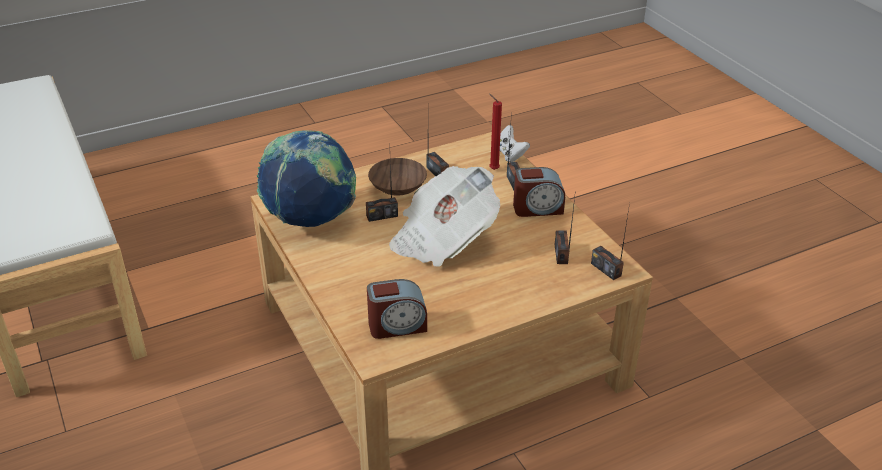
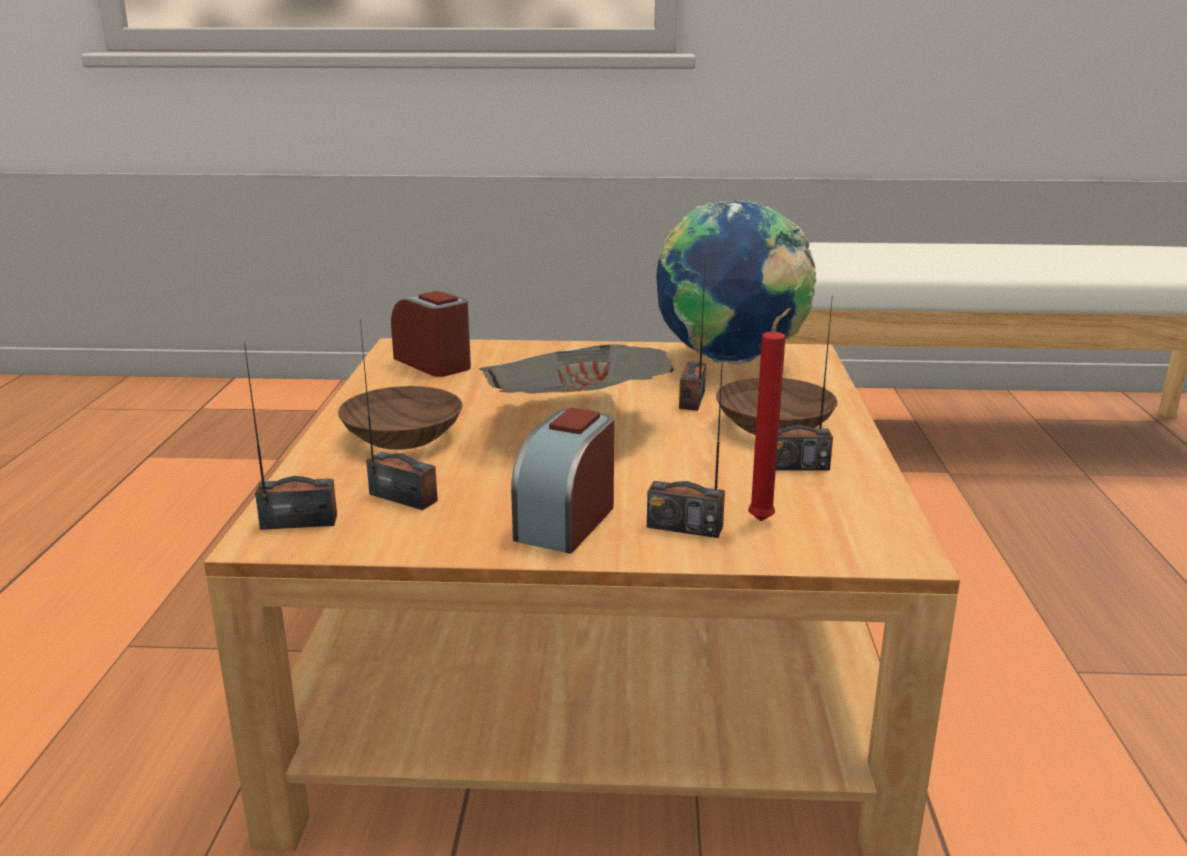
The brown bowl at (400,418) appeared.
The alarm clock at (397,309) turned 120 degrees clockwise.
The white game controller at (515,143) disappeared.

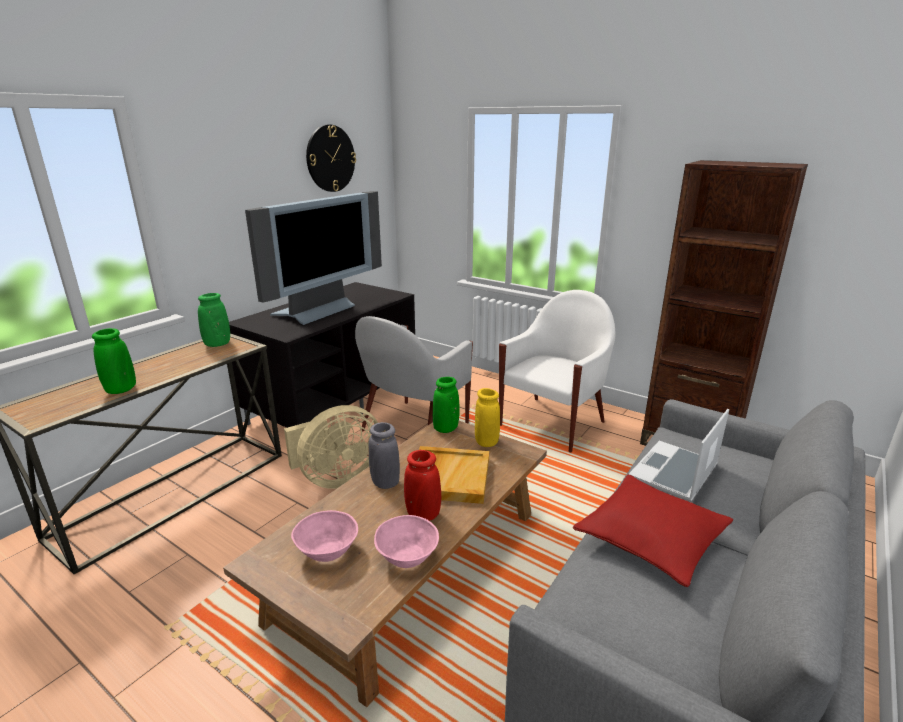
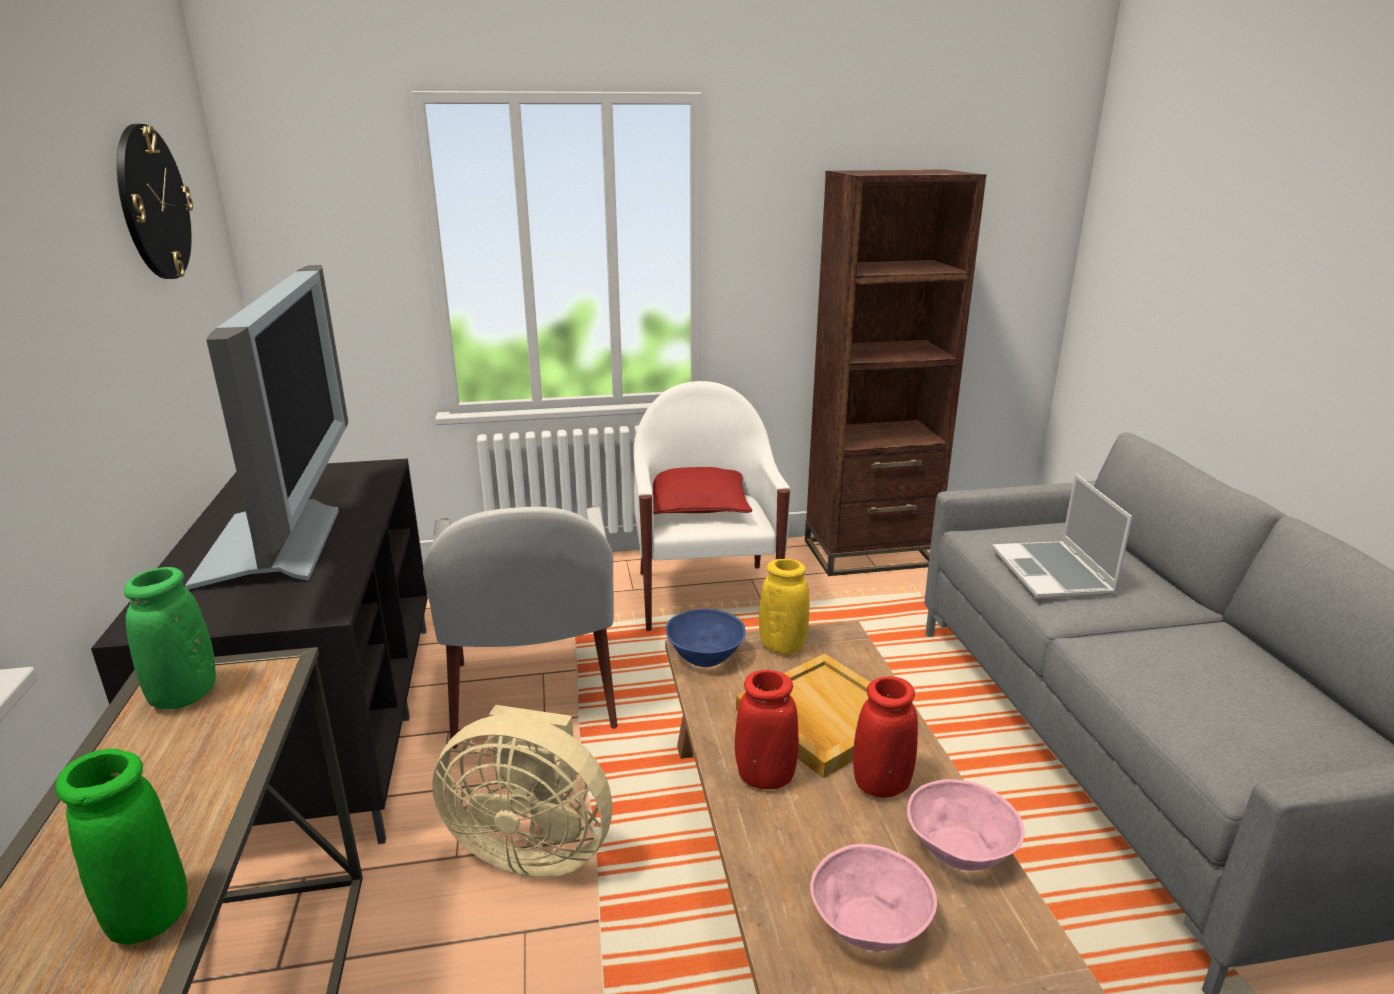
The beige fan at (331,447) turned 90 degrees clockwise.
The red pillow moved from (653,531) to (702,490).
The green vase at (446,405) was replaced by the blue bowl at (706,638).
The grey vase at (384,455) became the red vase at (767,729).

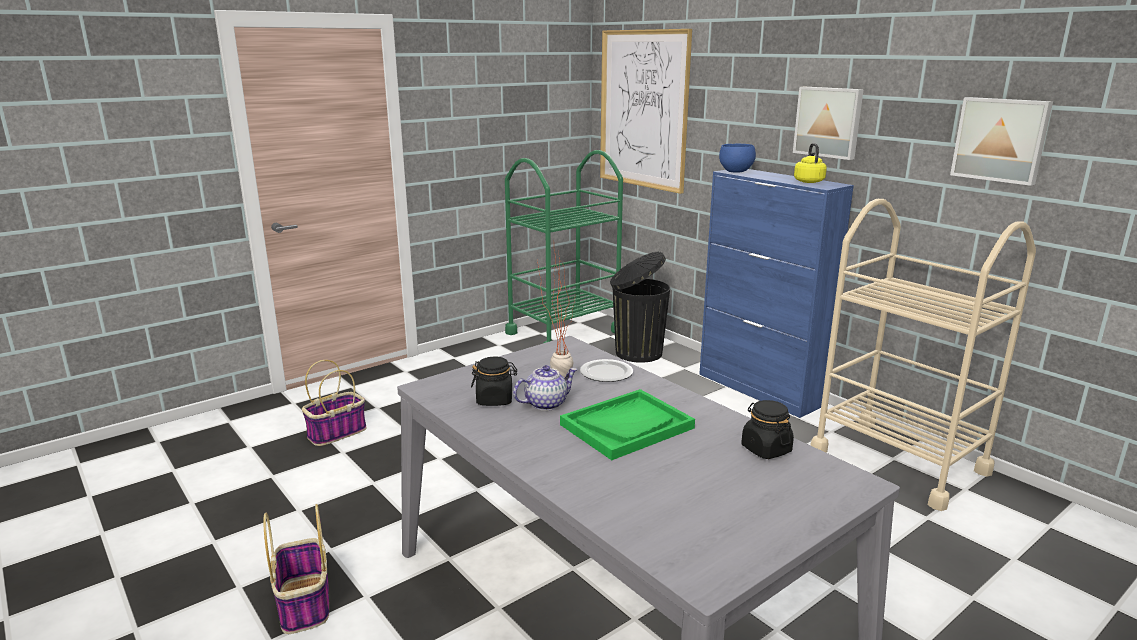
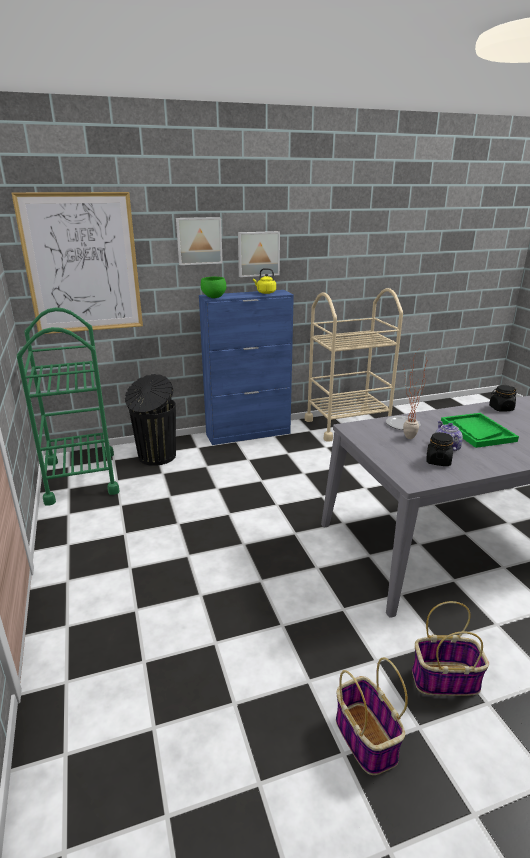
The picture moved from (1001,141) to (199,241).
The blue bowl at (737,158) became the green bowl at (213,287).
The basket moved from (334,403) to (372,716).

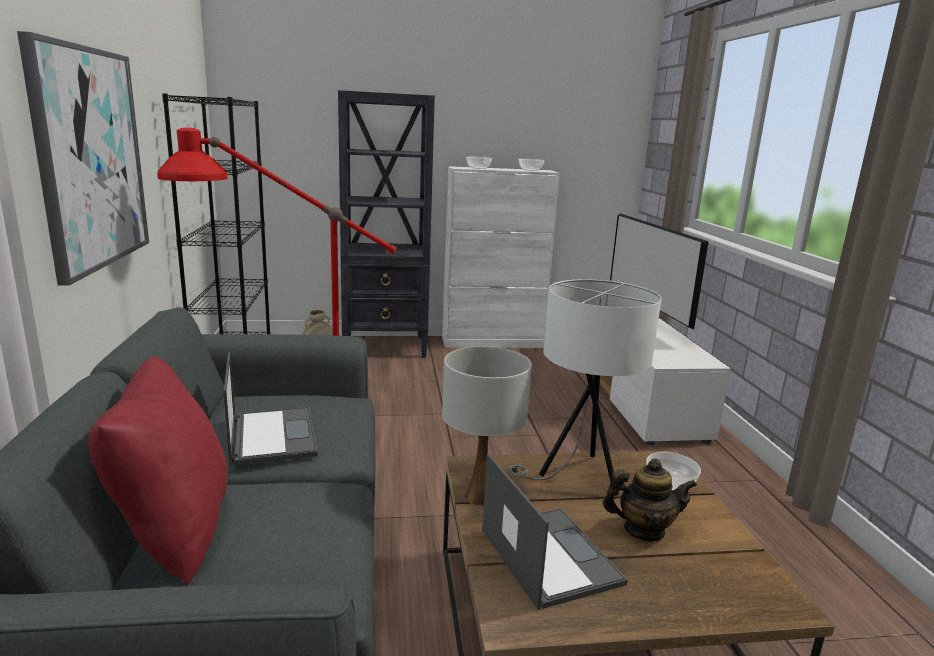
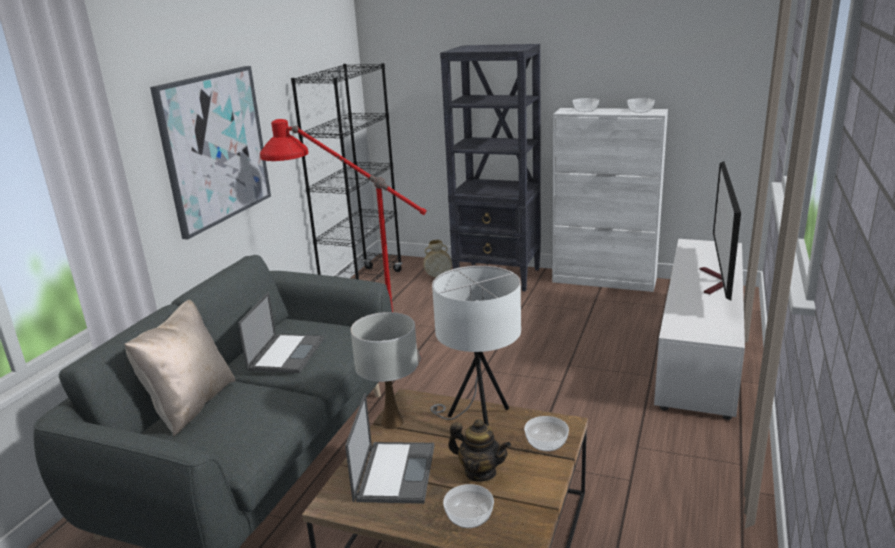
The red pillow at (158,471) became the beige pillow at (180,368).
The bowl at (468,506) appeared.

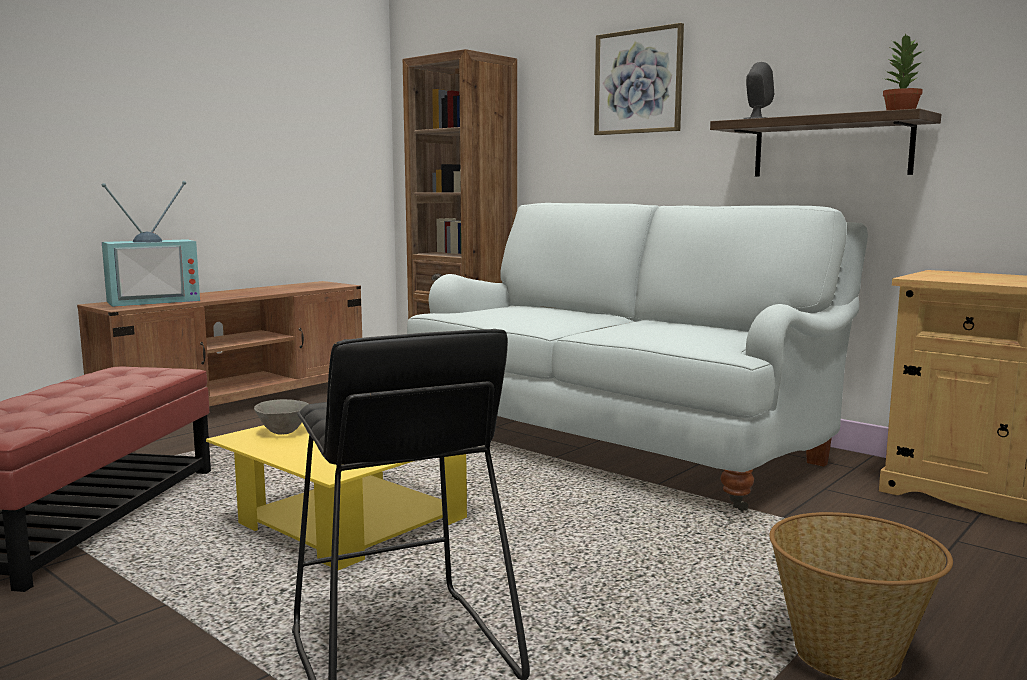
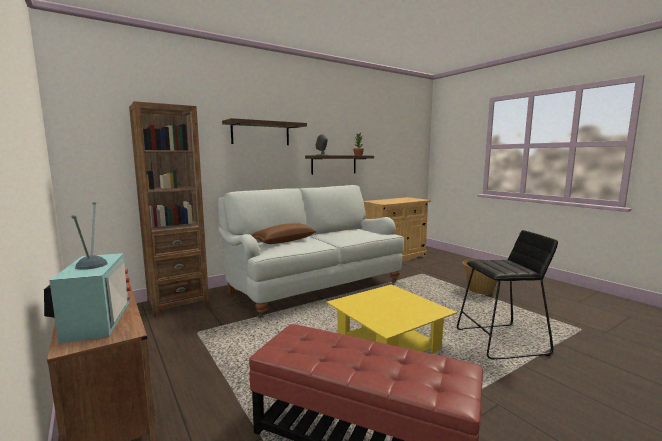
The picture at (639,79) was replaced by the shelf at (264,131).
The brown pillow at (283,233) appeared.
The grey bowl at (281,417) disappeared.

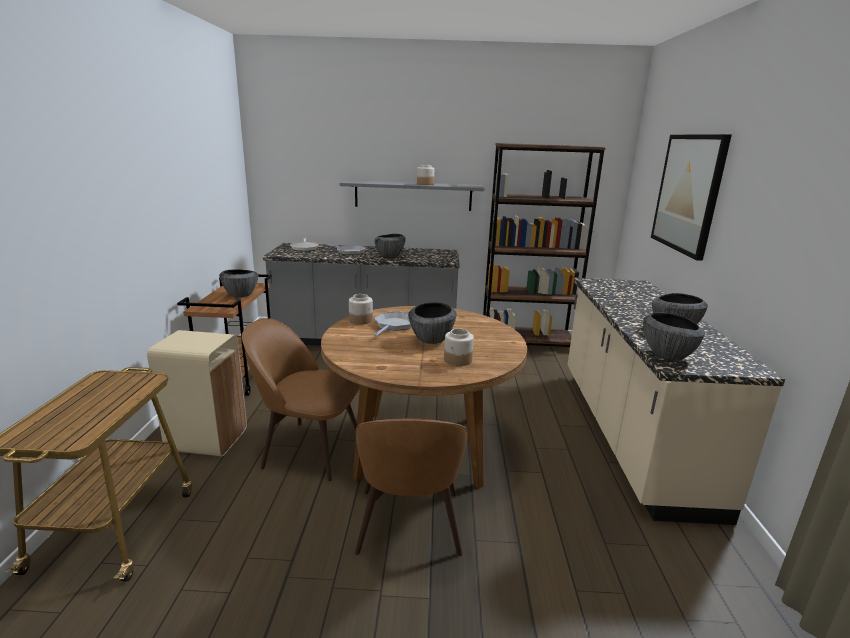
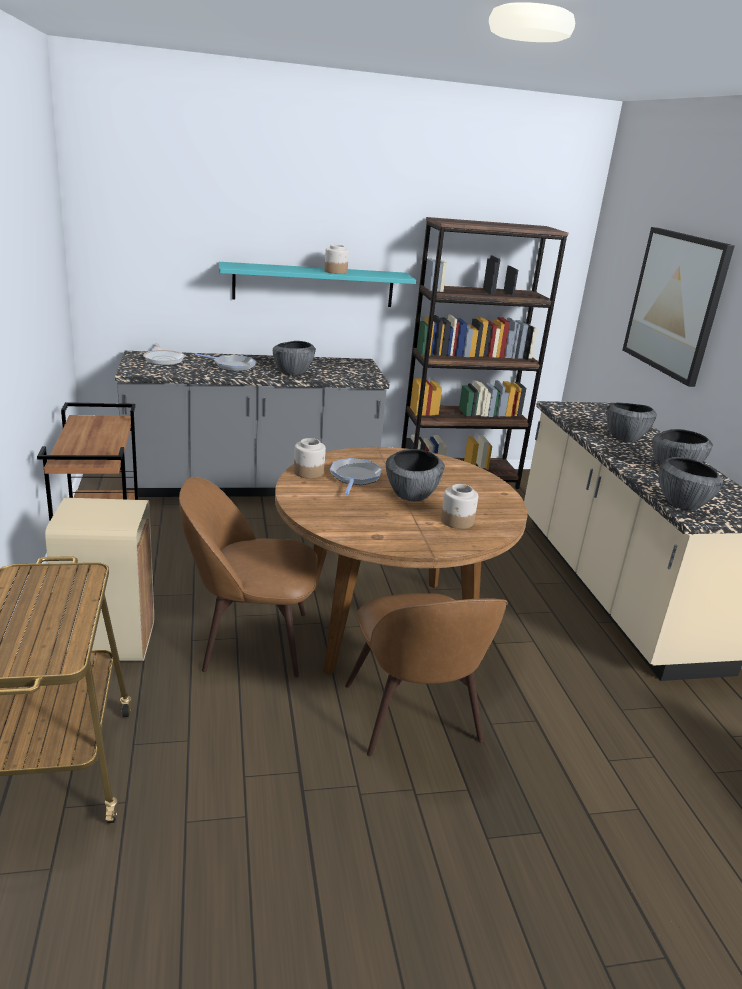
The grey shelf at (412,195) became the turquoise shelf at (317,284).
The bowl moved from (238,283) to (631,422).

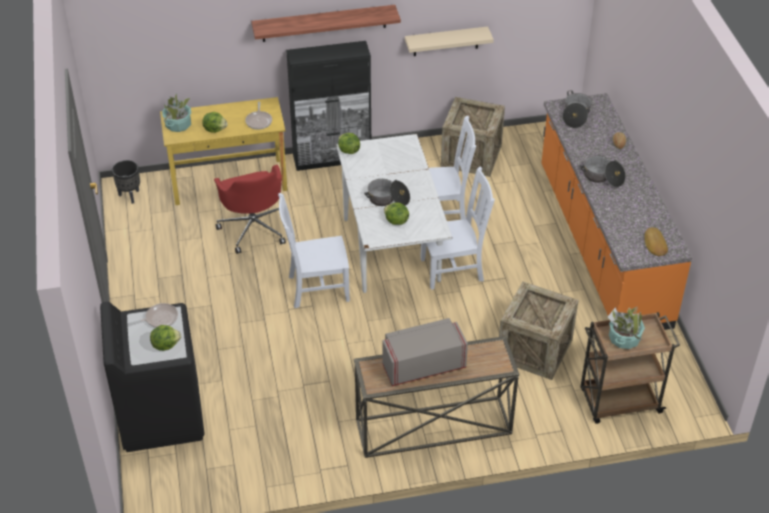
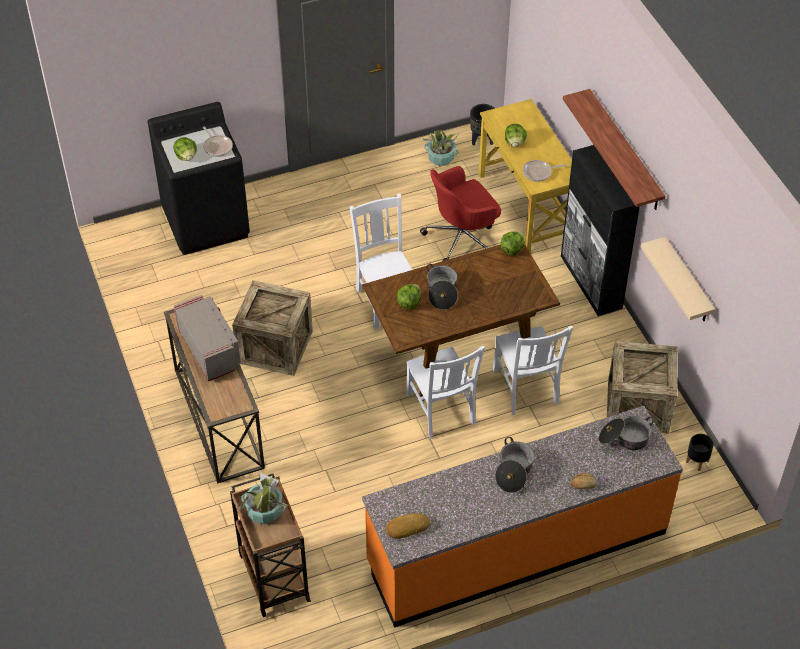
The crate moved from (539,331) to (272,328).
The white dining table at (394,213) became the brown dining table at (461,322).
The potted plant moved from (176,112) to (440,148).
The black planter at (700,452) appeared.

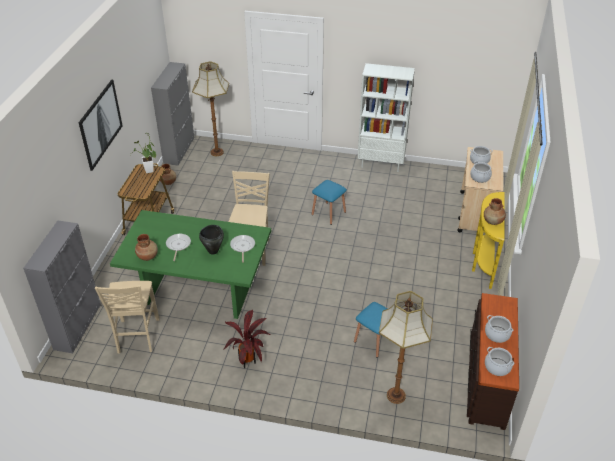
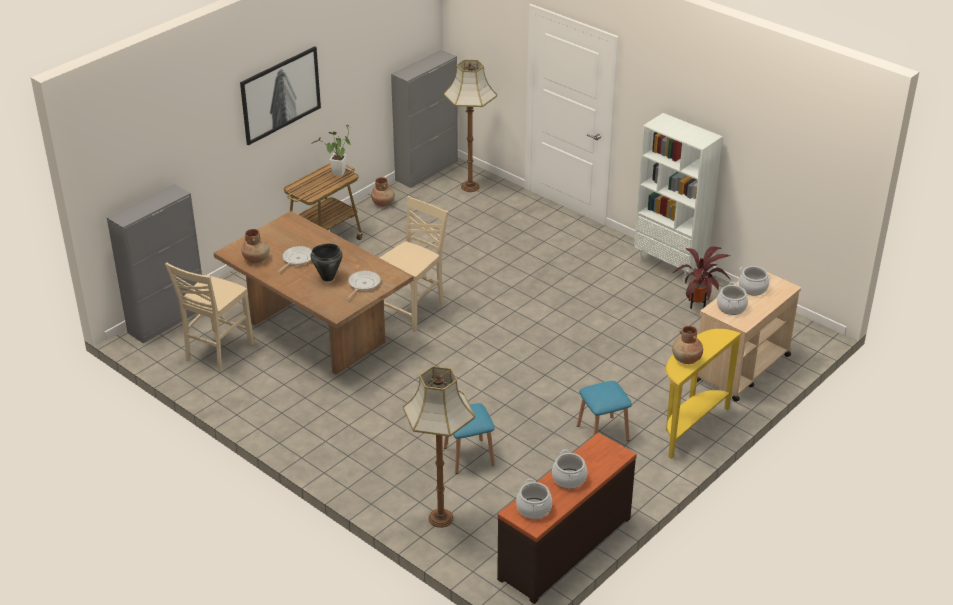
The green dining table at (190,264) became the brown dining table at (314,293).
The blue stool moved from (329,202) to (604,411).
The potted plant moved from (246,339) to (702,278).

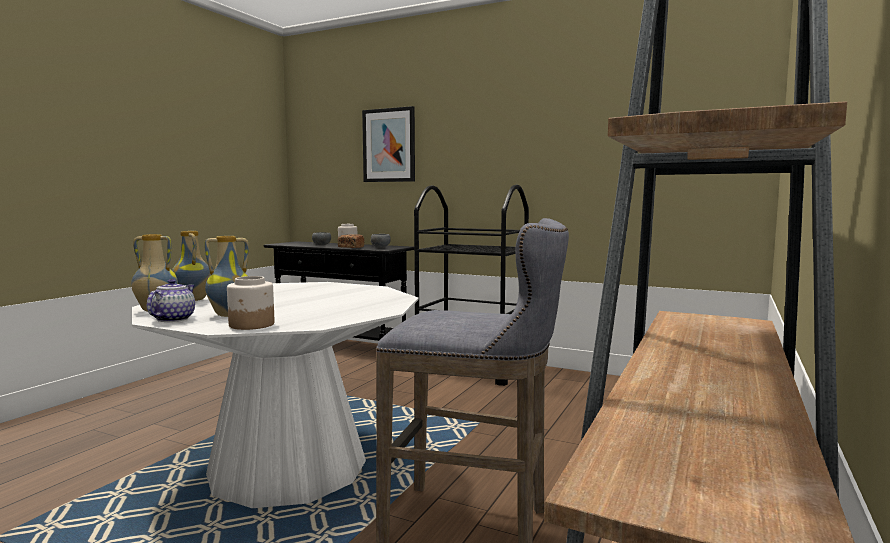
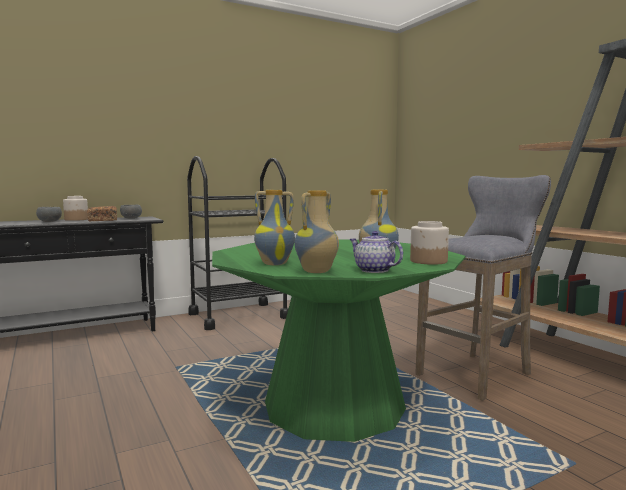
The white dining table at (275,395) became the green dining table at (339,341).
The picture at (388,144) disappeared.

